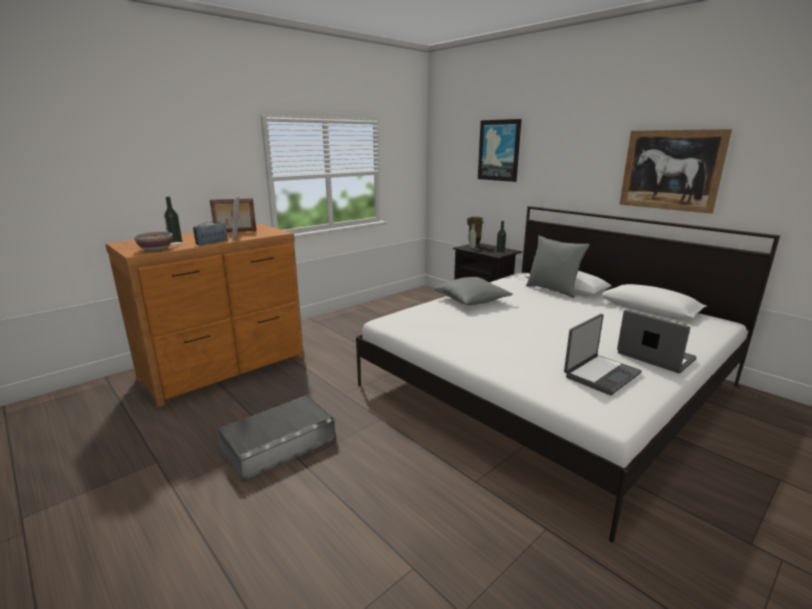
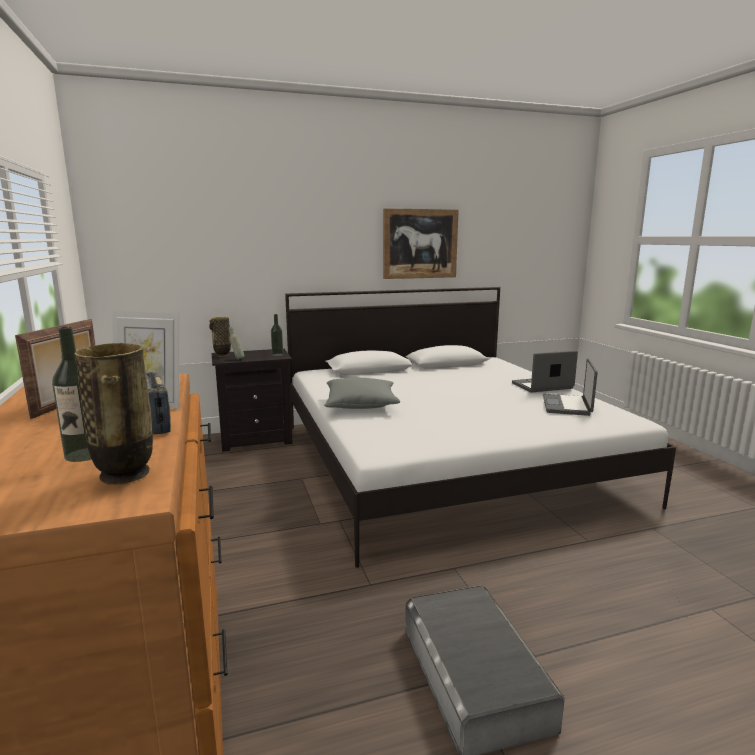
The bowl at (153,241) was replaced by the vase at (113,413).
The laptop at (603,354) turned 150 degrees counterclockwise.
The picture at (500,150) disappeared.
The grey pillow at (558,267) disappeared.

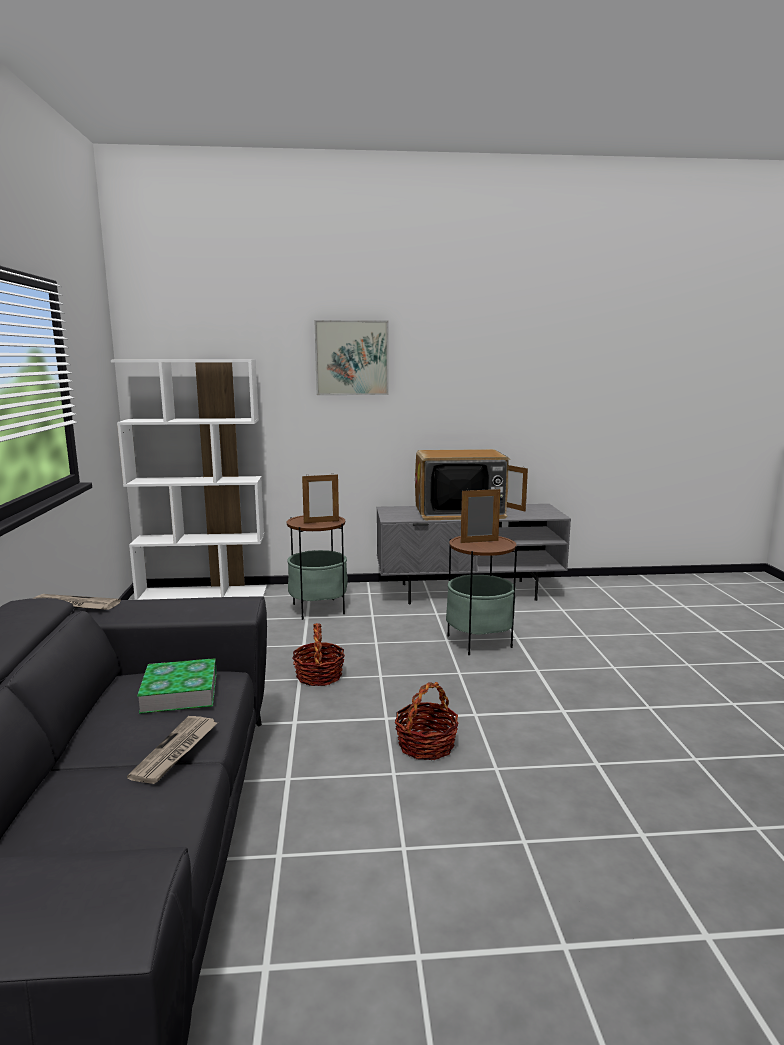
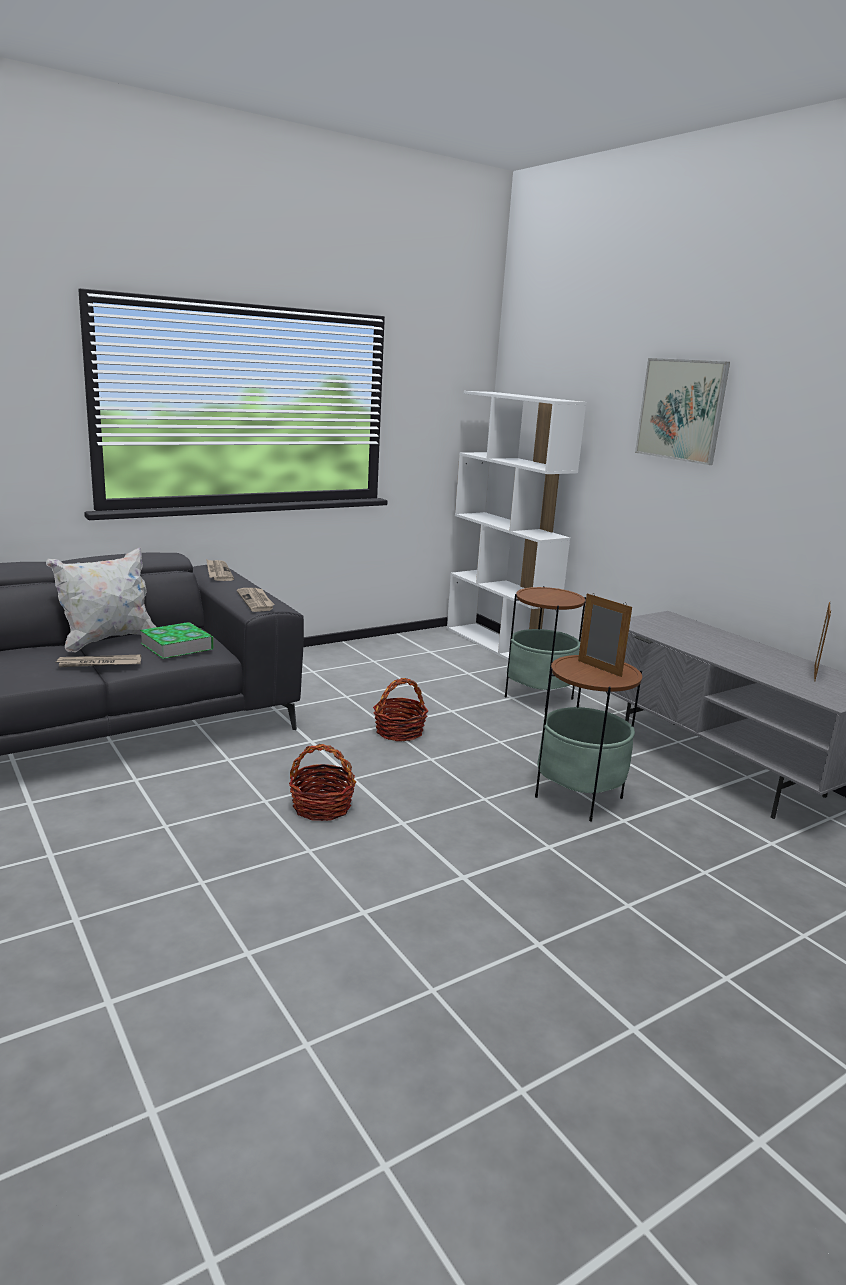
The white pillow at (101,600) appeared.
The newspaper at (256,600) appeared.
The picture frame at (320,498) disappeared.
The television at (462,484) disappeared.

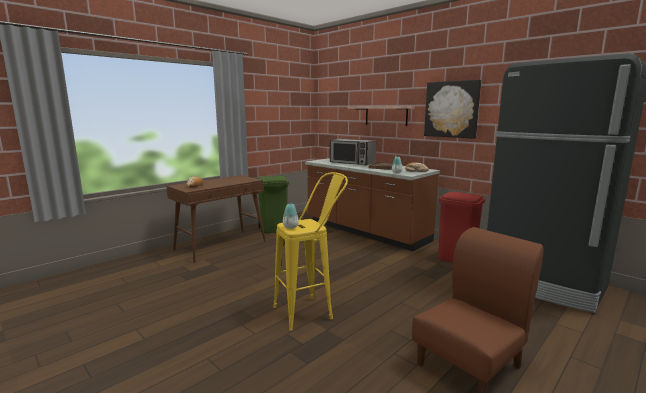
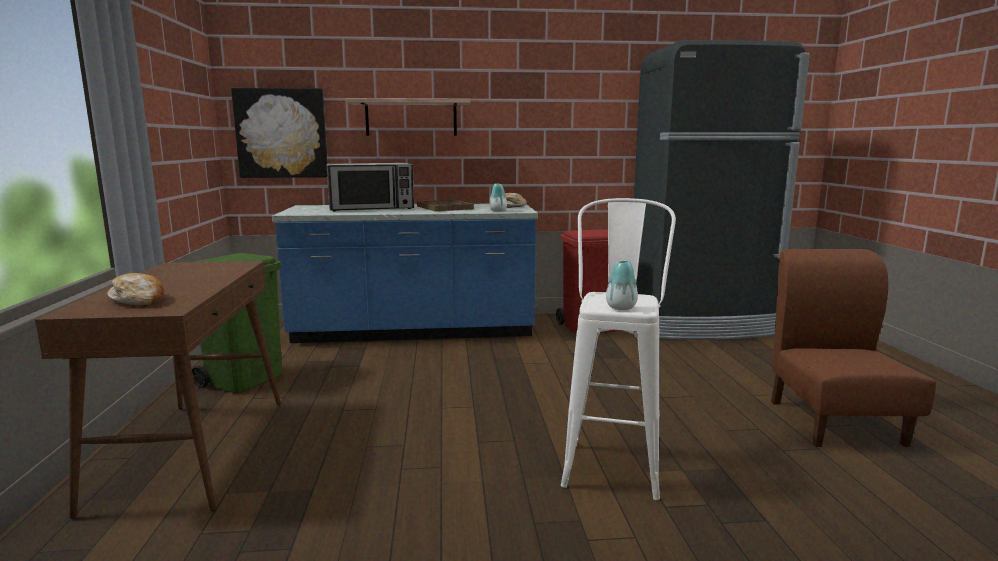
The picture moved from (452,109) to (279,133).
The brown counter at (372,204) became the blue counter at (405,273).
The yellow stool at (310,251) became the white stool at (618,349).

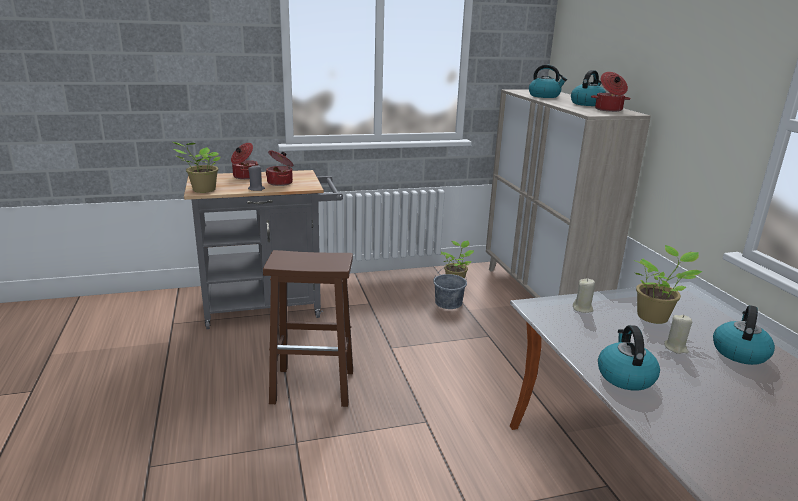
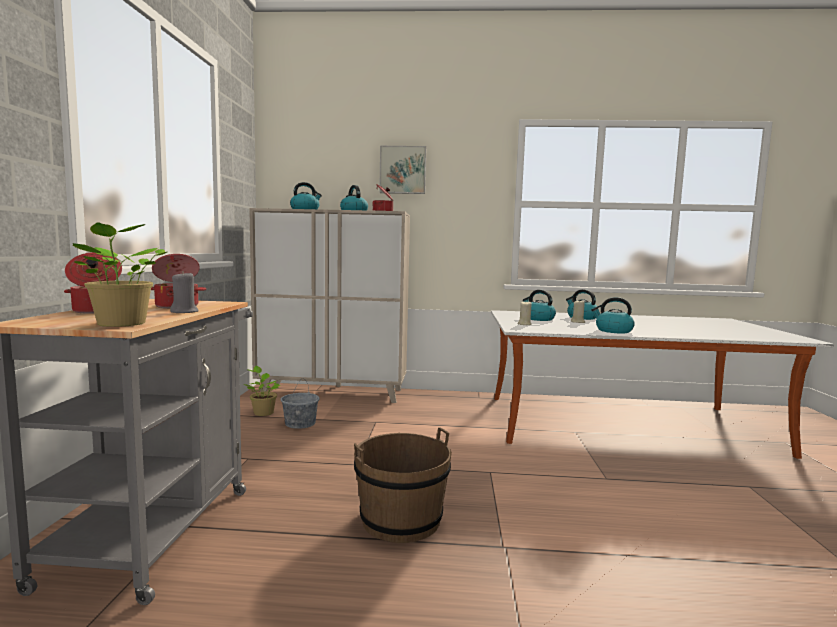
The brown stool at (308,328) was replaced by the brown bucket at (403,485).
The picture at (403,170) appeared.
The potted plant at (668,284) was replaced by the kettle at (539,305).

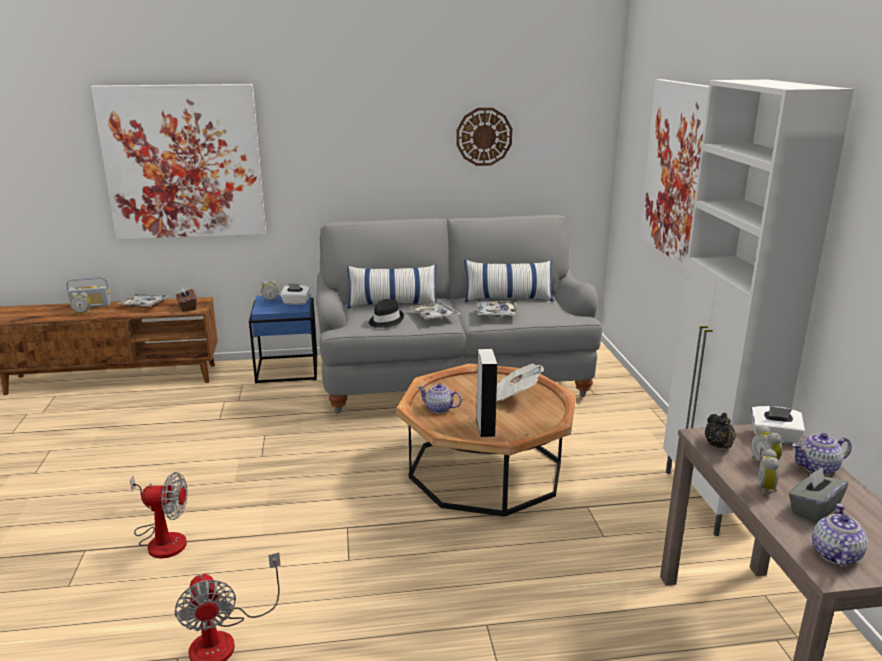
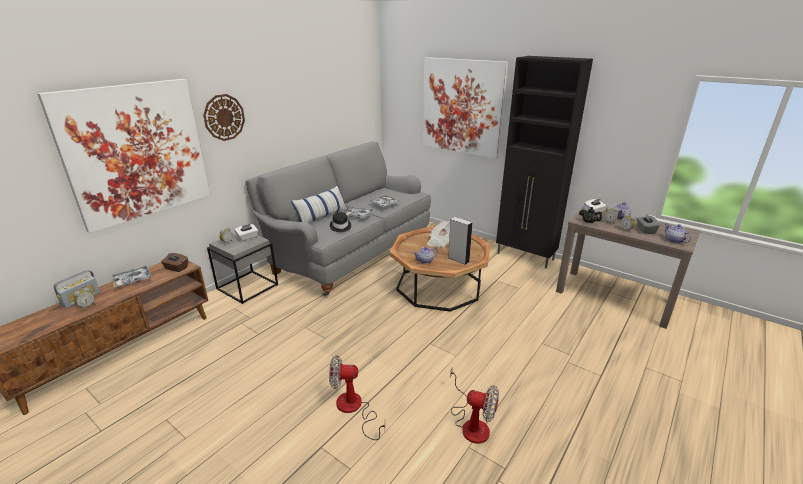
The wall clock moved from (484,137) to (224,117).
The blue side table at (283,338) became the grey side table at (242,268).
The fan at (159,515) turned 135 degrees counterclockwise.
The white cabinet at (758,308) became the black cabinet at (544,162).
The pillow at (509,281) disappeared.

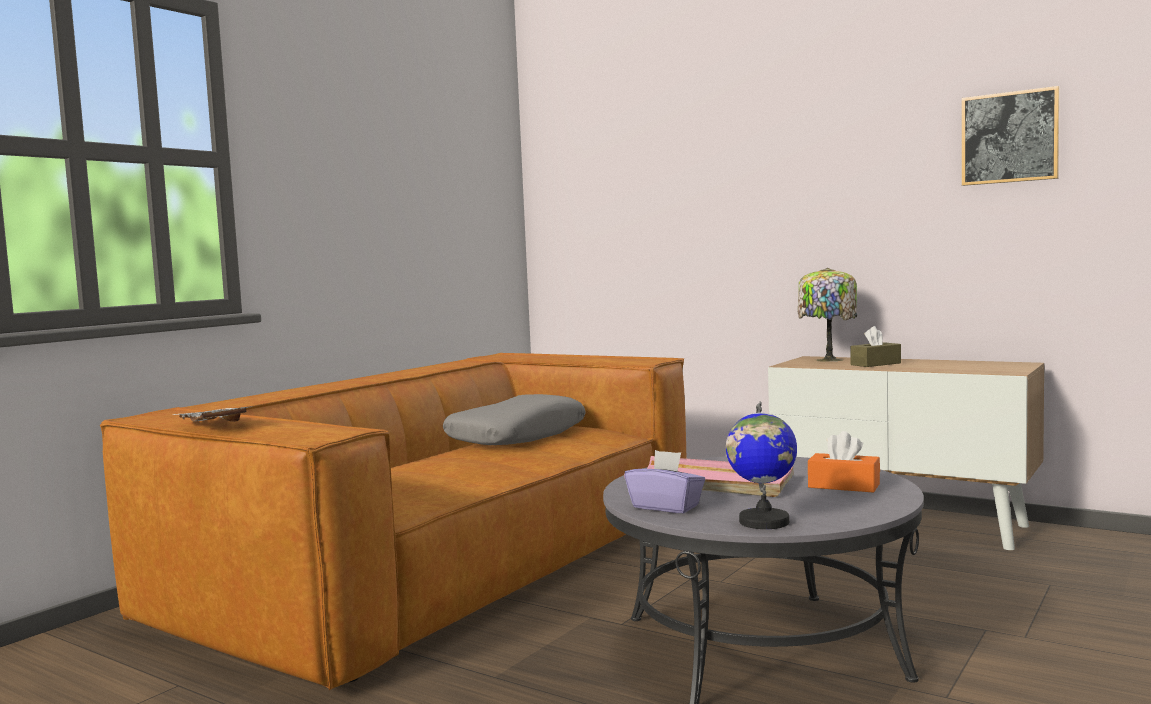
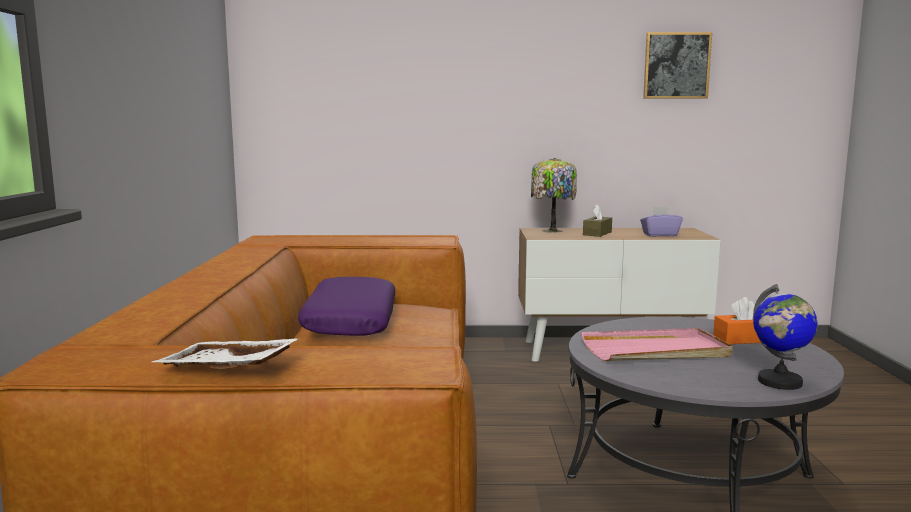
The grey pillow at (514,419) became the purple pillow at (347,306).
The purple tissue box moved from (664,481) to (661,221).

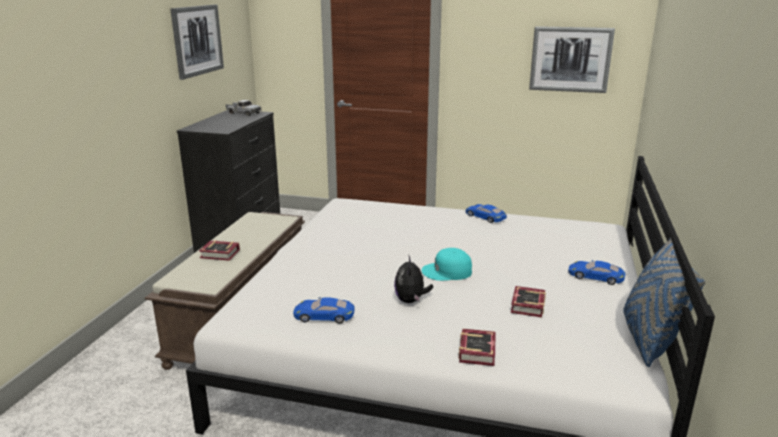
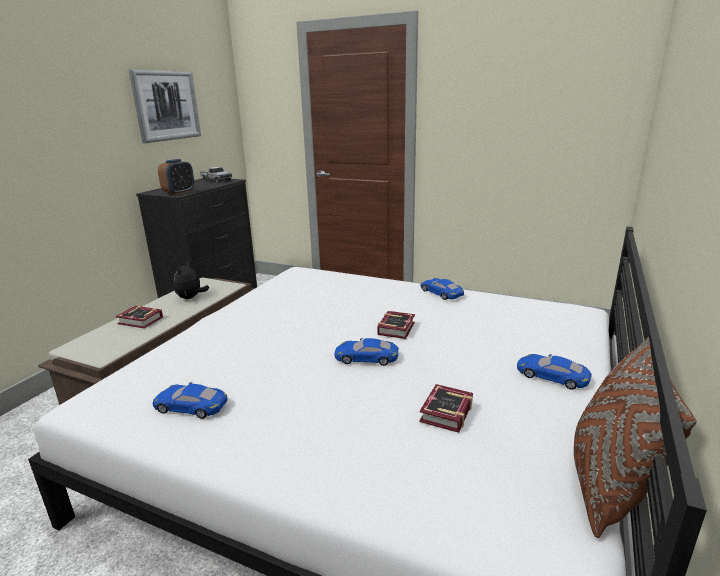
The alarm clock at (176,177) appeared.
The plush toy moved from (413,279) to (191,279).
The turquoise cap at (446,264) was replaced by the blue toy car at (366,352).
The book moved from (477,347) to (396,325).
The blue pillow at (664,302) became the brown pillow at (635,437).
The picture at (572,59) disappeared.

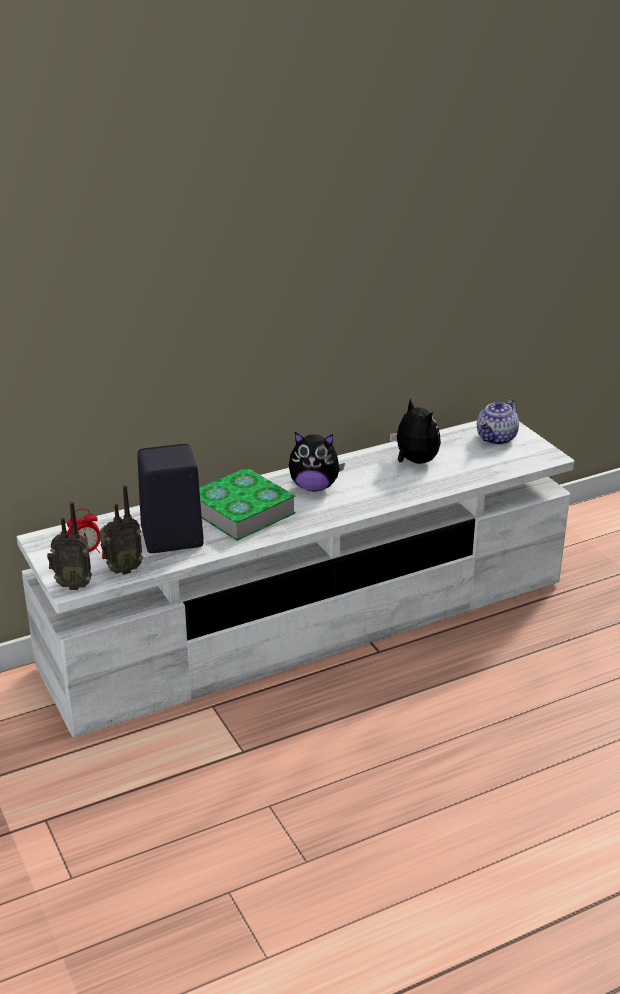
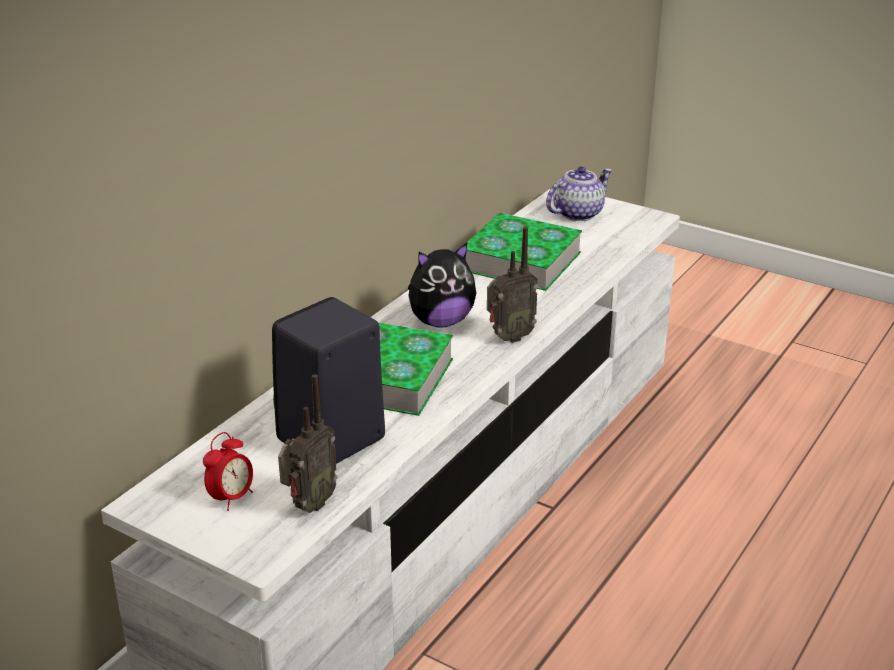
The plush toy at (415,431) was replaced by the book at (523,252).
The radio moved from (69,546) to (512,285).
The teapot at (498,422) turned 135 degrees counterclockwise.

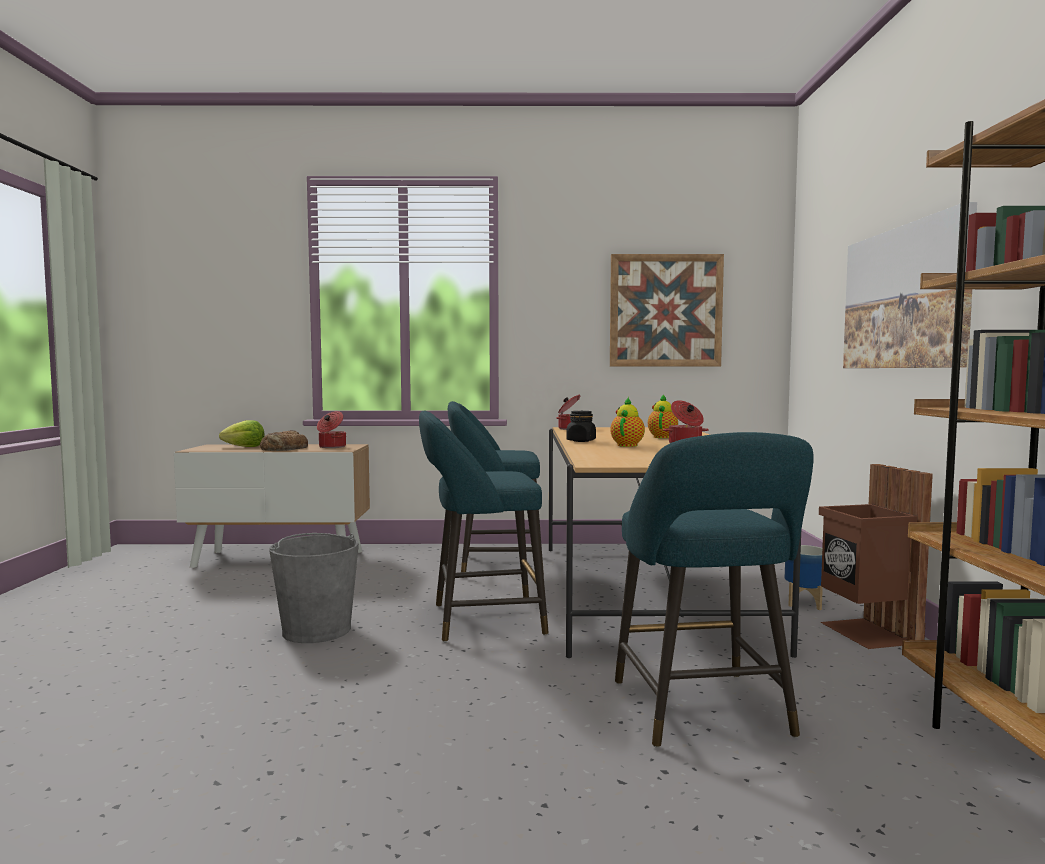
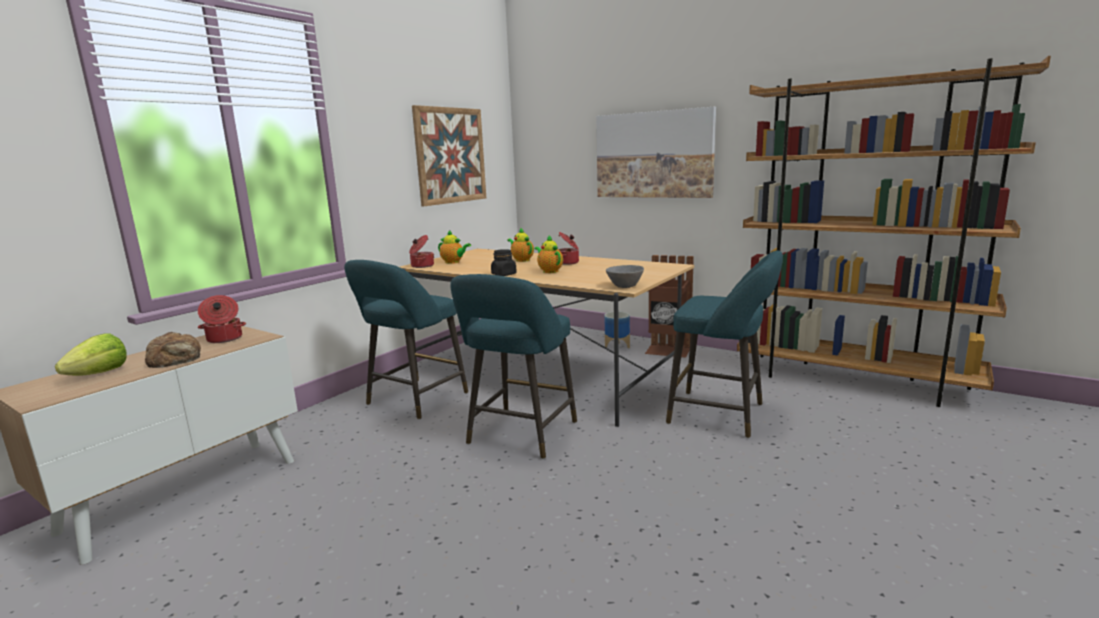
The teapot at (454,247) appeared.
The grey bowl at (625,276) appeared.
The grey bucket at (314,588) disappeared.

